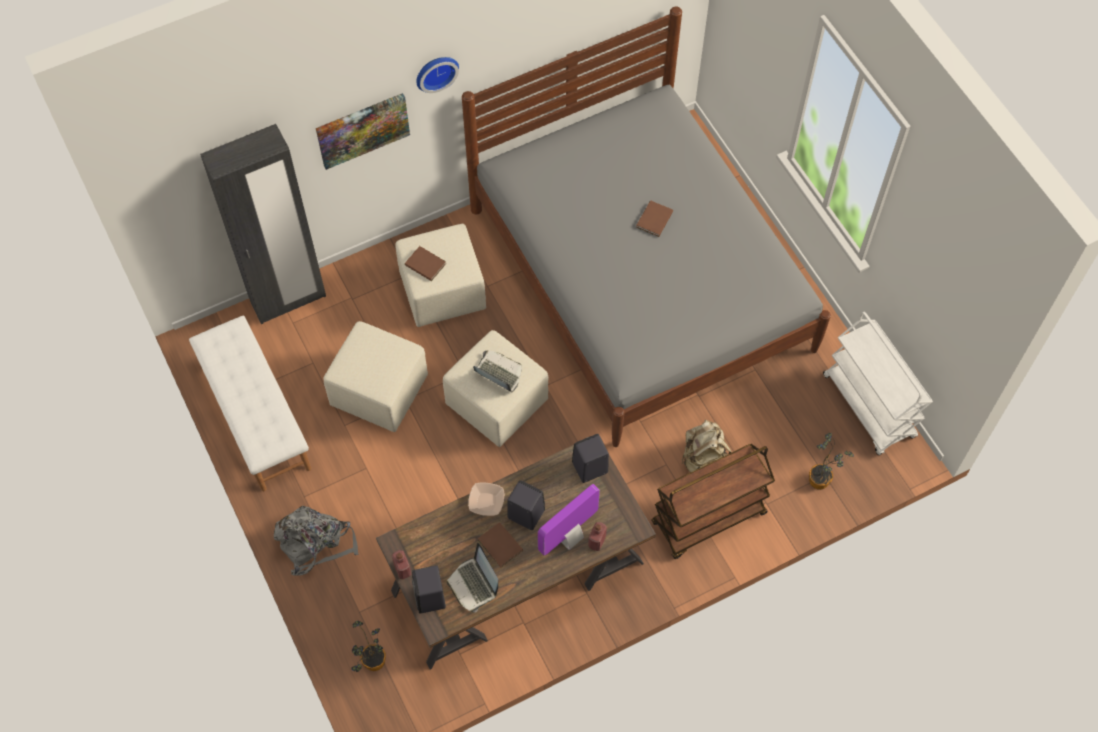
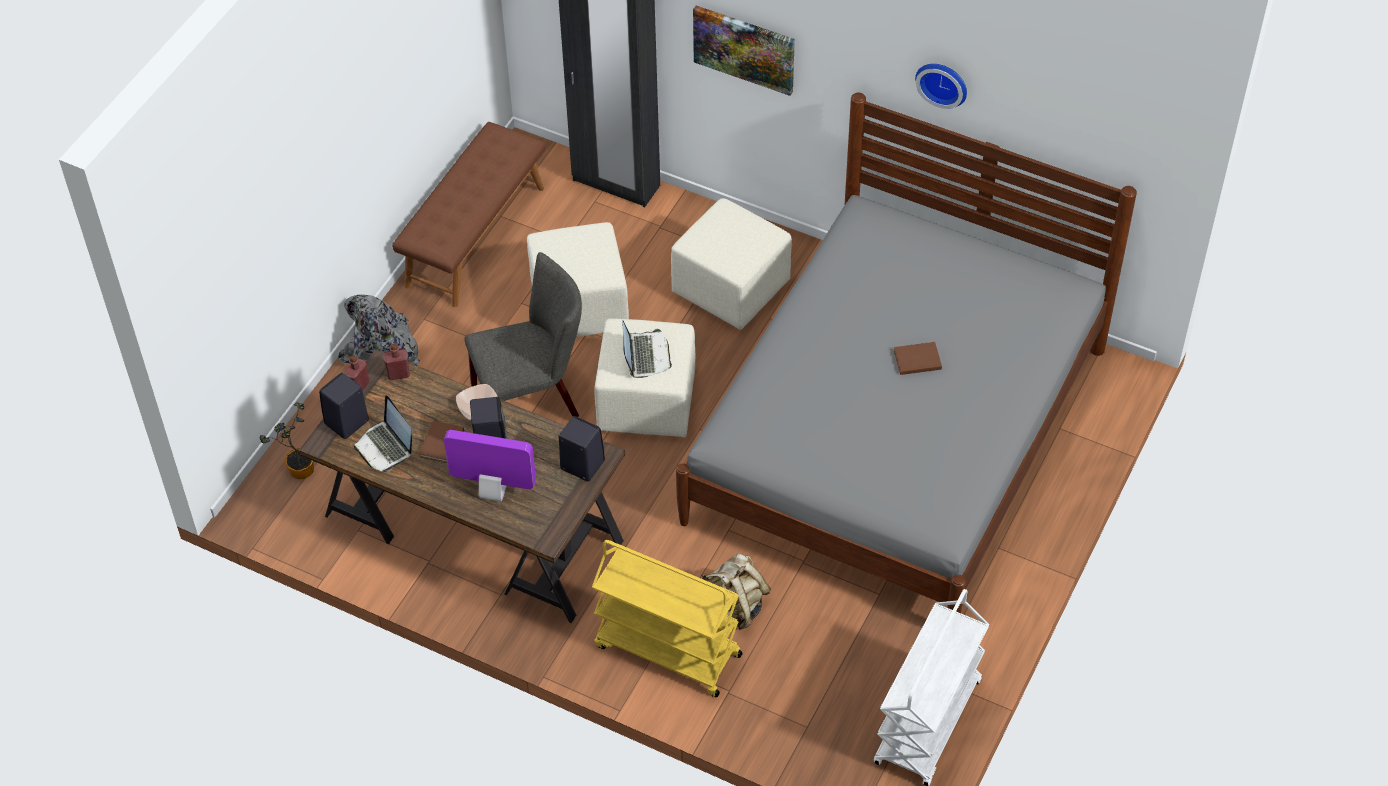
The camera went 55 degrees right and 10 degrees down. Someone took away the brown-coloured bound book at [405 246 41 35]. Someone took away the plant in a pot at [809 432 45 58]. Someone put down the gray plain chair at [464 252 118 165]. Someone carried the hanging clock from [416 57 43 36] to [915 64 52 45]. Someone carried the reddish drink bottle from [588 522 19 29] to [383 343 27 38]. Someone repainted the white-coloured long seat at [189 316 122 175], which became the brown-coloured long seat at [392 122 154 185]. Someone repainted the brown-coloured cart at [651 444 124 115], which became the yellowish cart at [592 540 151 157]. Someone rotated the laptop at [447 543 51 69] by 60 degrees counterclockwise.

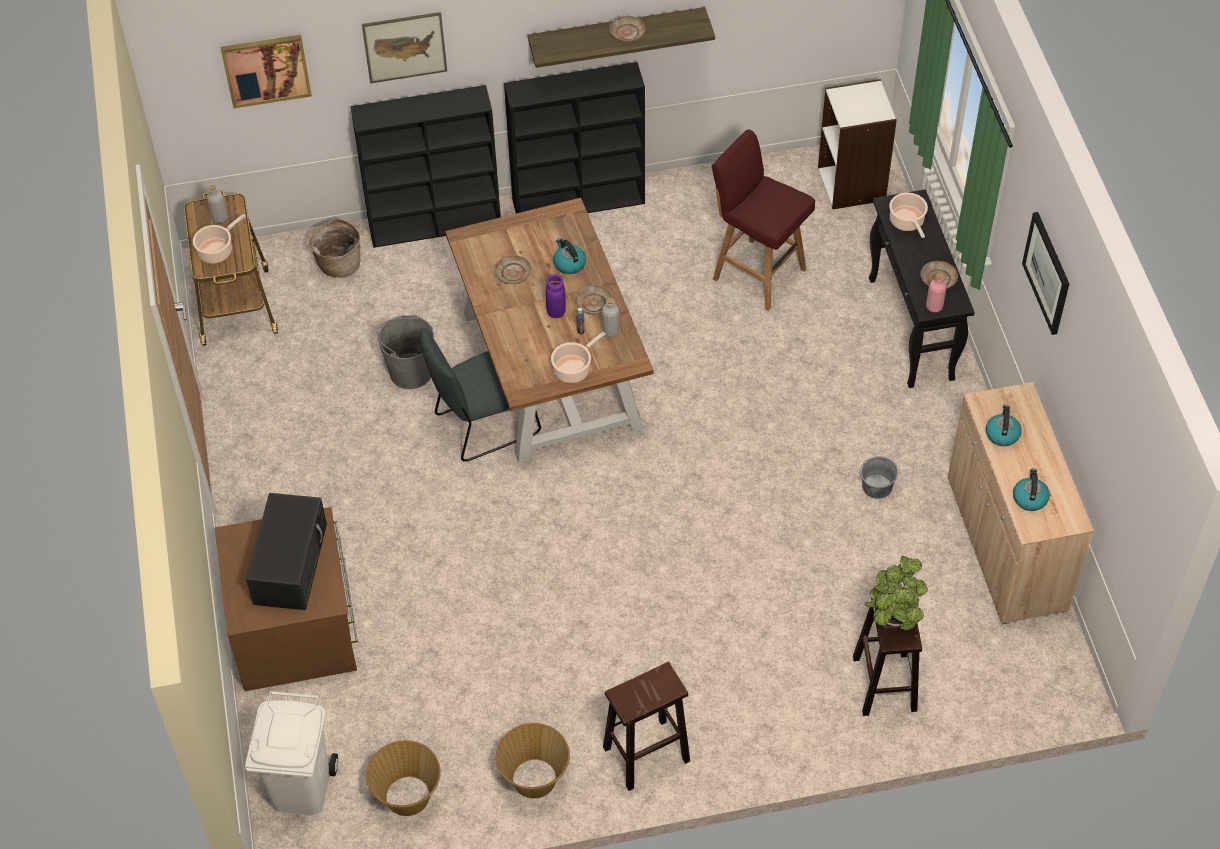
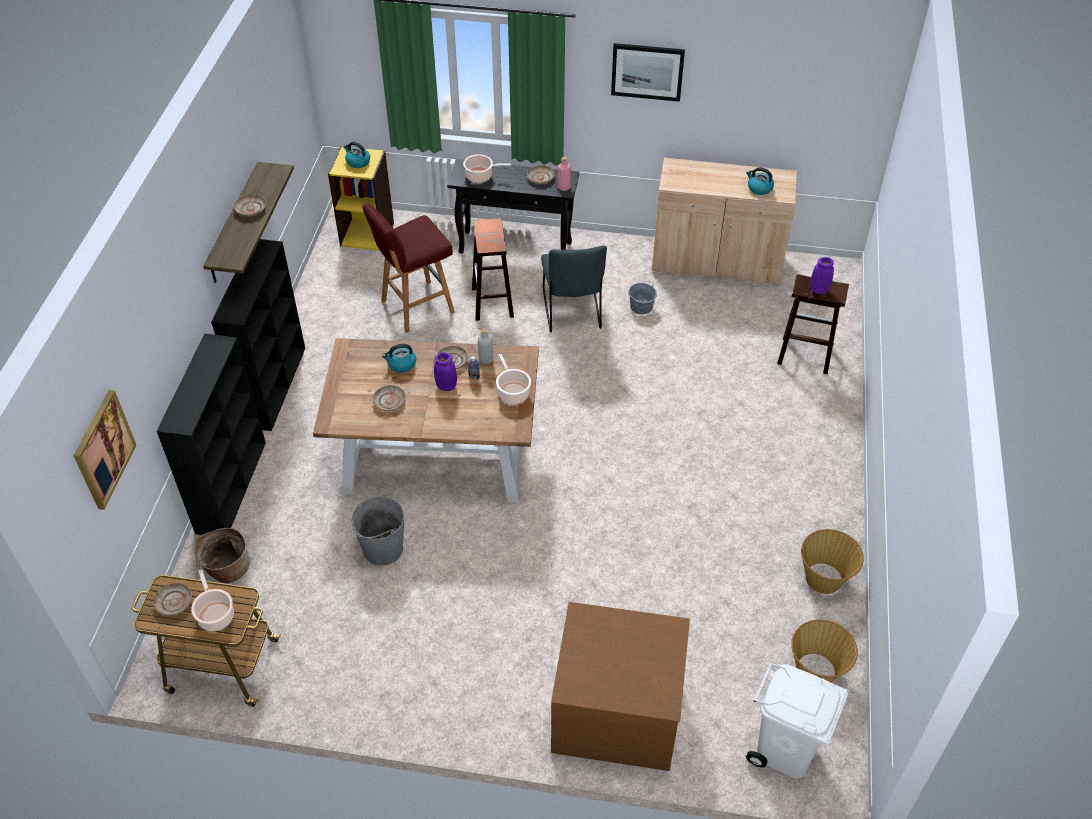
The camera went 70 degrees left and 5 degrees down. Someone took away the blackish kitchen microwave at [246 493 81 117]. Someone took away the wall art at [362 12 85 71]. Someone carried the gray plain chair from [420 328 121 134] to [541 245 66 87]. Someone carried the brown-coloured stool from [603 662 87 129] to [472 218 42 103]. Someone carried the tea kettle from [986 405 36 41] to [343 142 27 26]. Someone swapped the gray drink bottle at [207 185 21 38] for the beige flat dish at [153 583 39 33]. Someone swapped the plant in a pot at [865 556 63 74] for the purplish vase at [810 257 24 37]. Someone repainted the white-coloured bookcase at [818 79 79 130], which became the yellowish bookcase at [328 146 66 105].

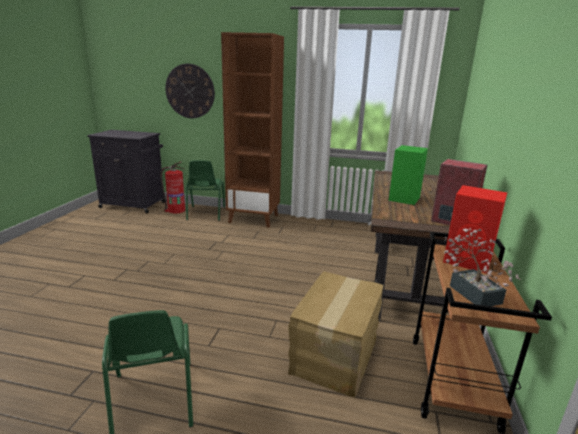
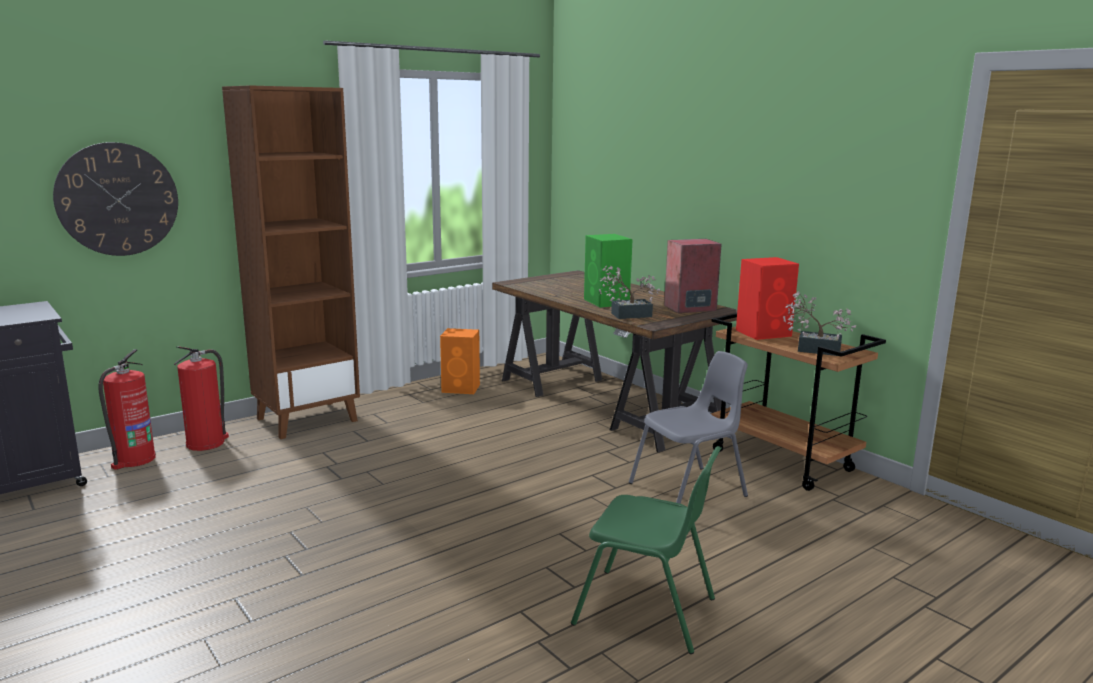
The camera went 50 degrees left and 5 degrees down. Someone put down the orangey audio speaker at [440 328 40 66]. Someone put down the plant in a pot at [599 265 61 54]. Someone swapped the green-coloured plain chair at [186 160 39 61] for the fire-fighting cylinder at [174 346 55 105]. Someone swapped the carton at [288 271 95 126] for the gray plain chair at [629 351 119 153].

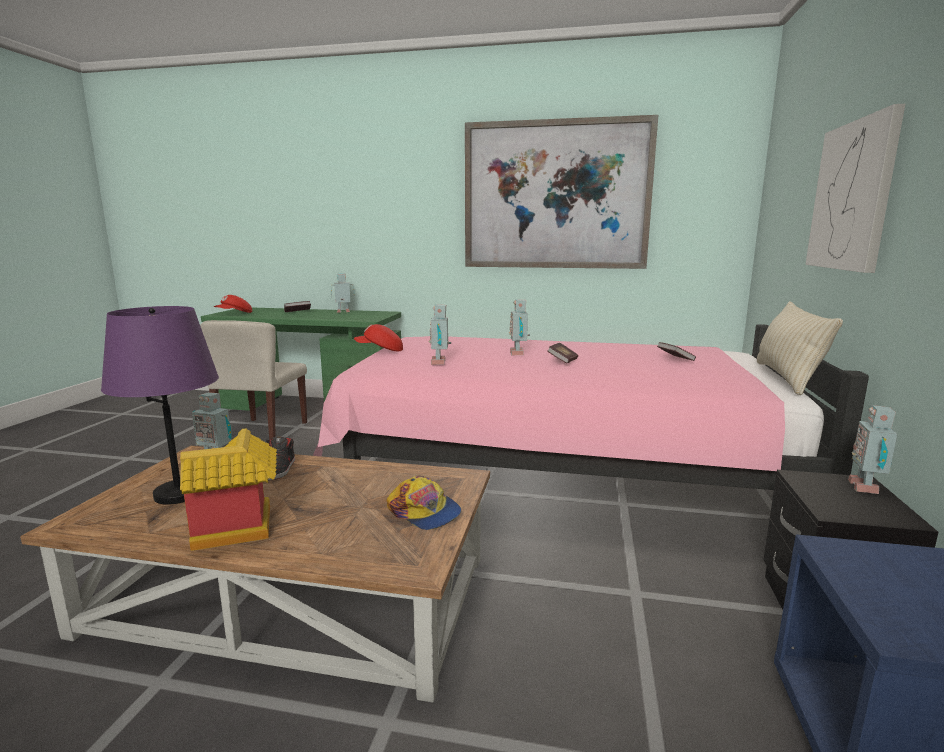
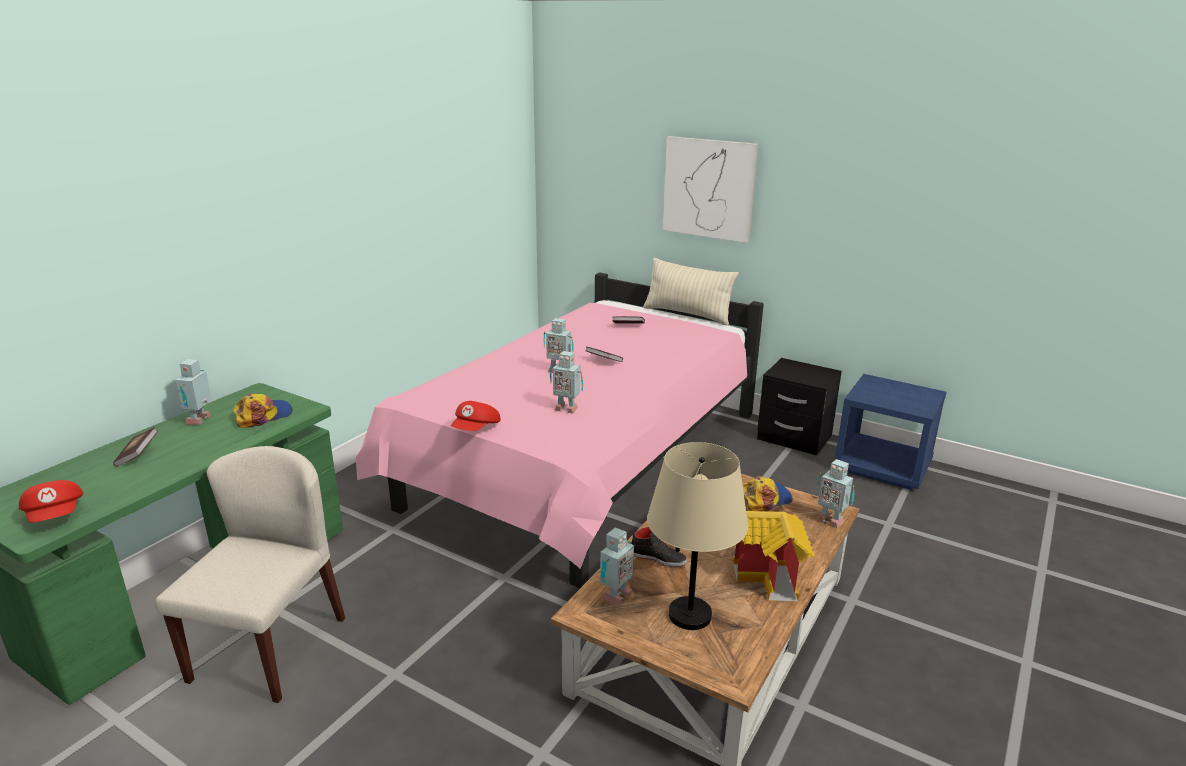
The camera went 70 degrees left and 10 degrees up. Someone took away the wall art at [465 115 193 154]. Someone put down the peaked cap at [233 393 60 35]. Someone carried the model robot from [848 405 49 89] to [816 459 39 69]. Someone repainted the purplish table lamp at [101 306 118 199], which became the beige table lamp at [647 442 101 188]. Someone rotated the beige plain chair at [200 320 107 120] by 105 degrees counterclockwise.

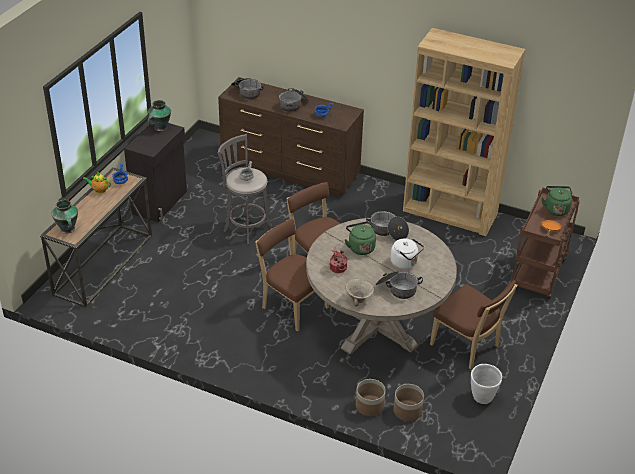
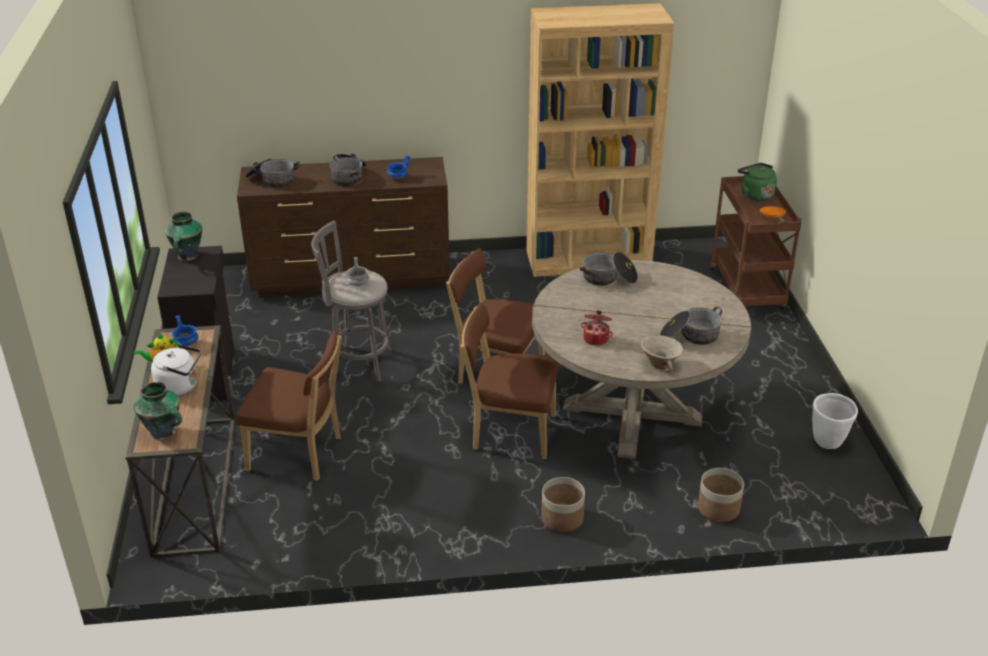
The camera went 30 degrees left and 5 degrees down. Someone took away the green-coloured tea kettle at [345 221 31 34]. Someone carried the white-coloured tea kettle from [390 238 34 31] to [151 344 50 51]. Someone carried the planter from [393 384 31 37] to [541 477 44 55]. Someone carried the brown-coloured plain chair from [430 280 87 90] to [236 331 106 150].

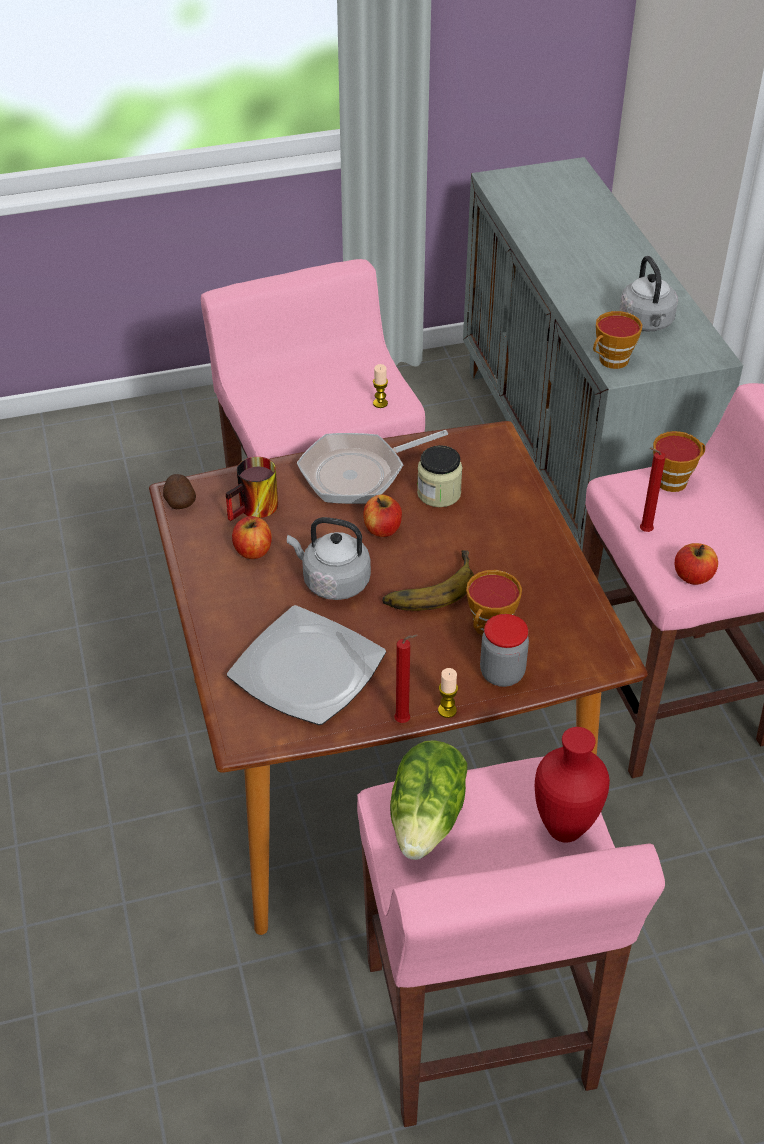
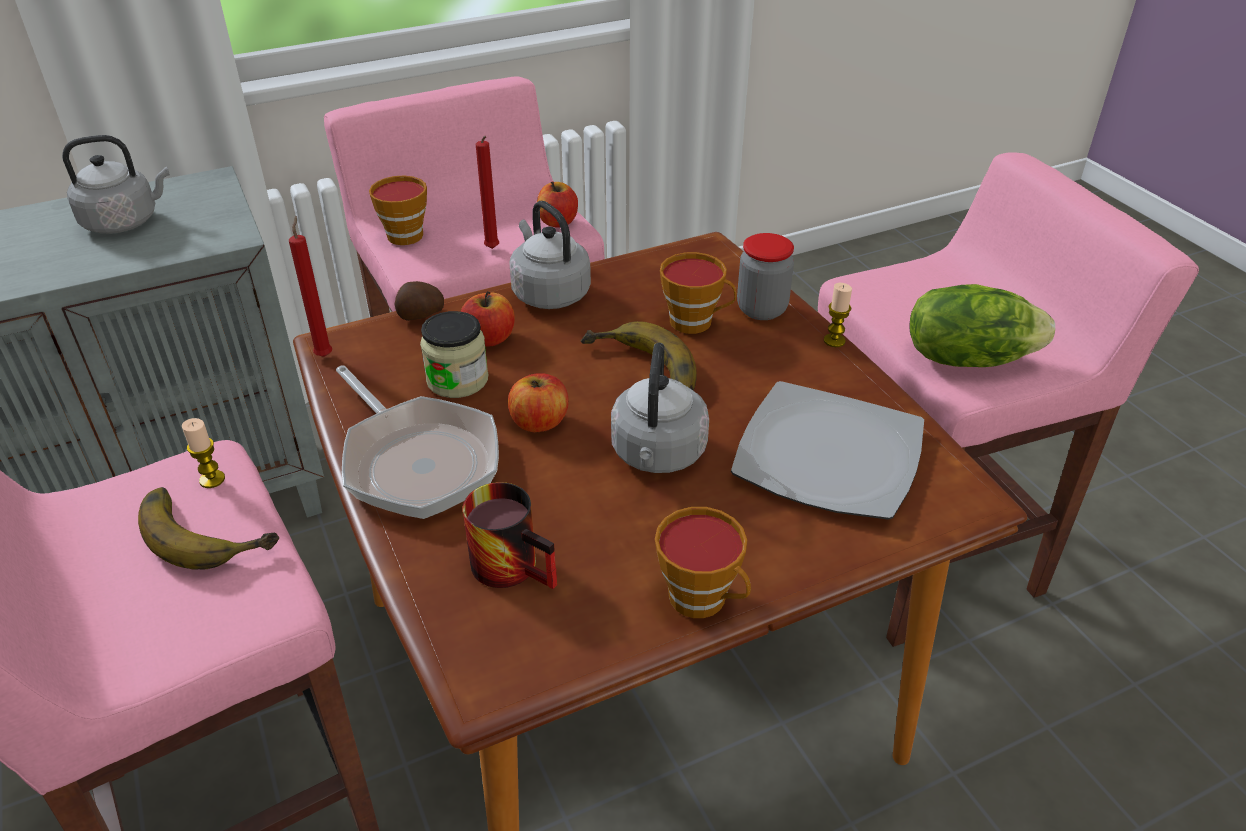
The camera went 100 degrees left and 5 degrees down. Someone took away the reddish vase at [535 727 75 116]. Someone put down the banana fruit at [138 487 141 83]. Someone put down the gray tea kettle at [509 201 82 108]. Someone carried the spud from [163 474 33 35] to [394 281 50 40]. Someone carried the apple from [232 516 40 43] to [461 291 54 56]. Someone carried the reddish wax candle from [394 635 24 88] to [289 216 43 141]. Someone carried the drinking cup from [593 311 49 58] to [655 507 96 111].

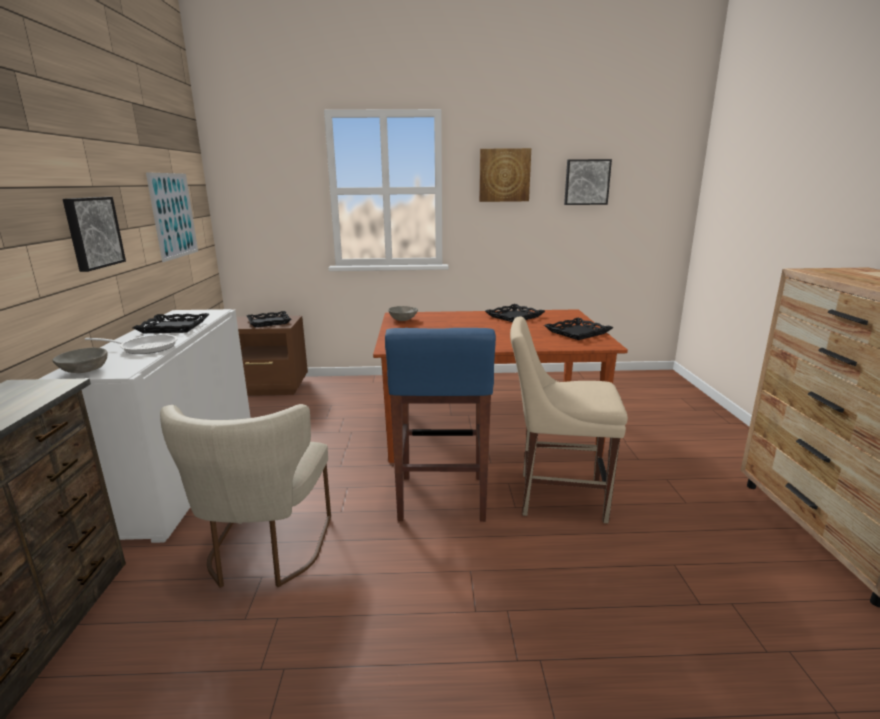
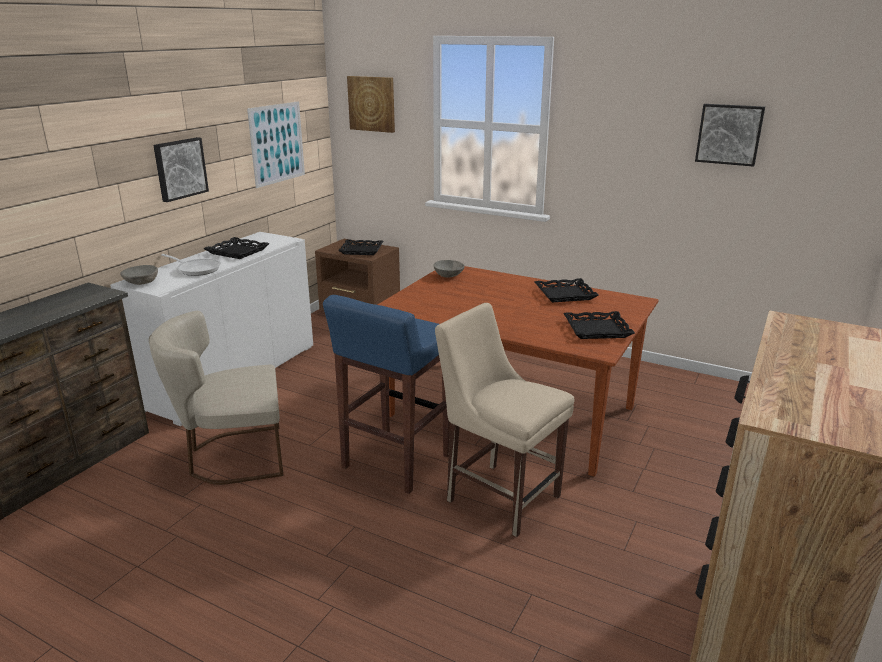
The camera went 30 degrees right and 5 degrees up. Someone carried the wall art from [479 148 52 54] to [347 76 48 57]. Someone rotated the beige plain chair at [160 404 171 184] by 45 degrees clockwise.

